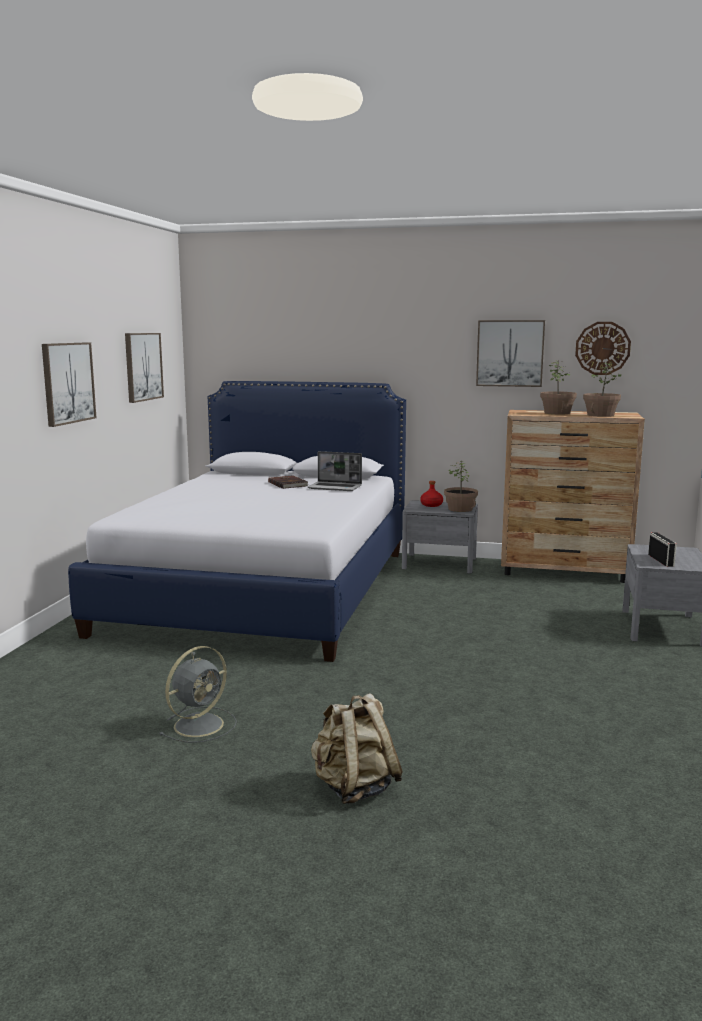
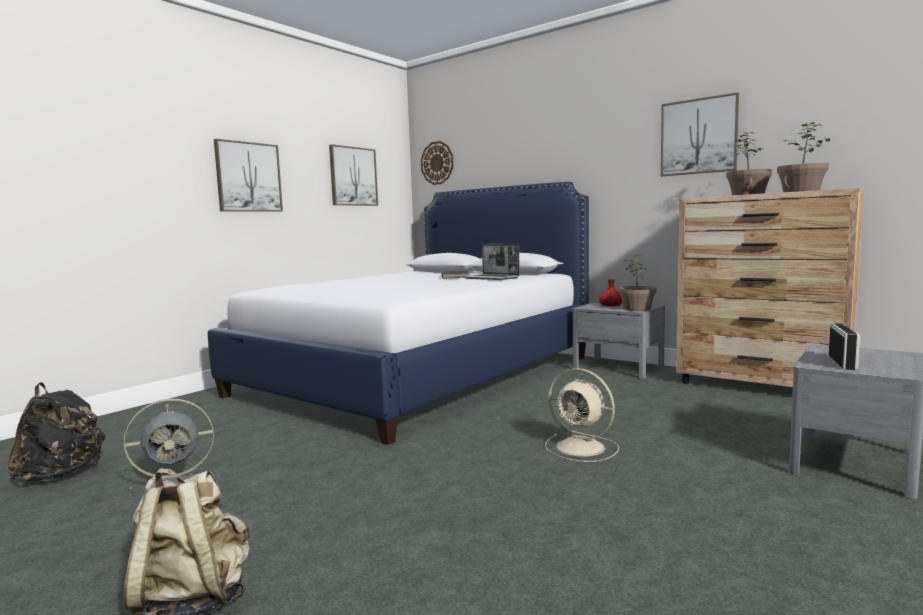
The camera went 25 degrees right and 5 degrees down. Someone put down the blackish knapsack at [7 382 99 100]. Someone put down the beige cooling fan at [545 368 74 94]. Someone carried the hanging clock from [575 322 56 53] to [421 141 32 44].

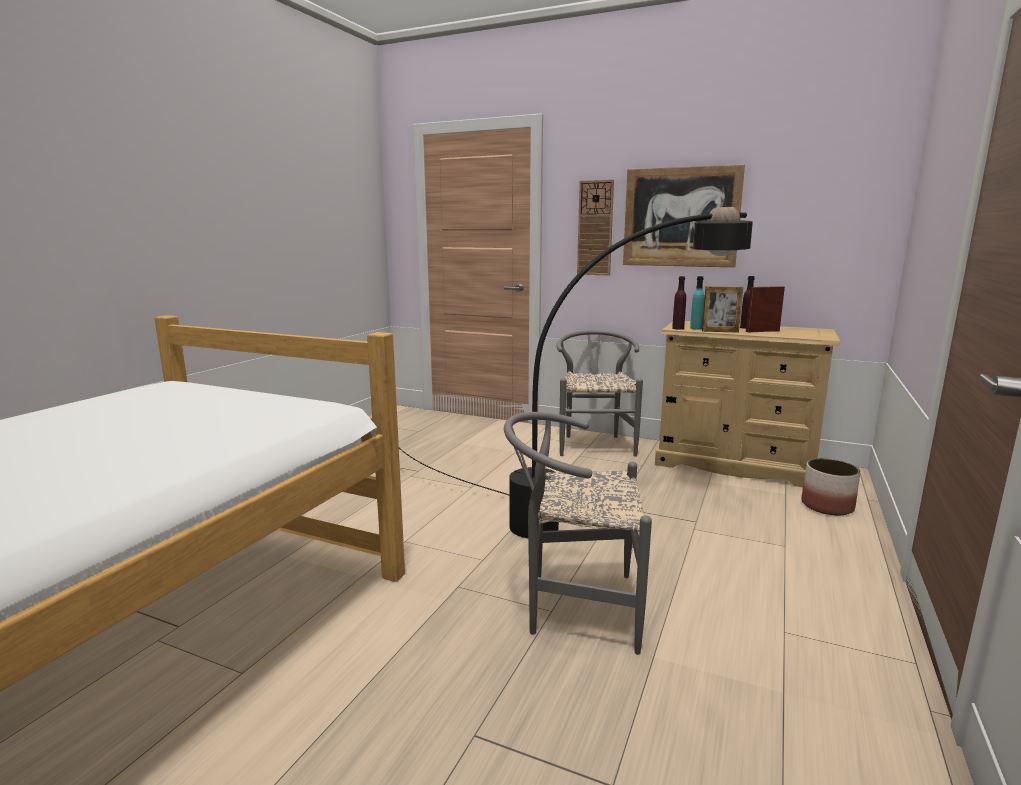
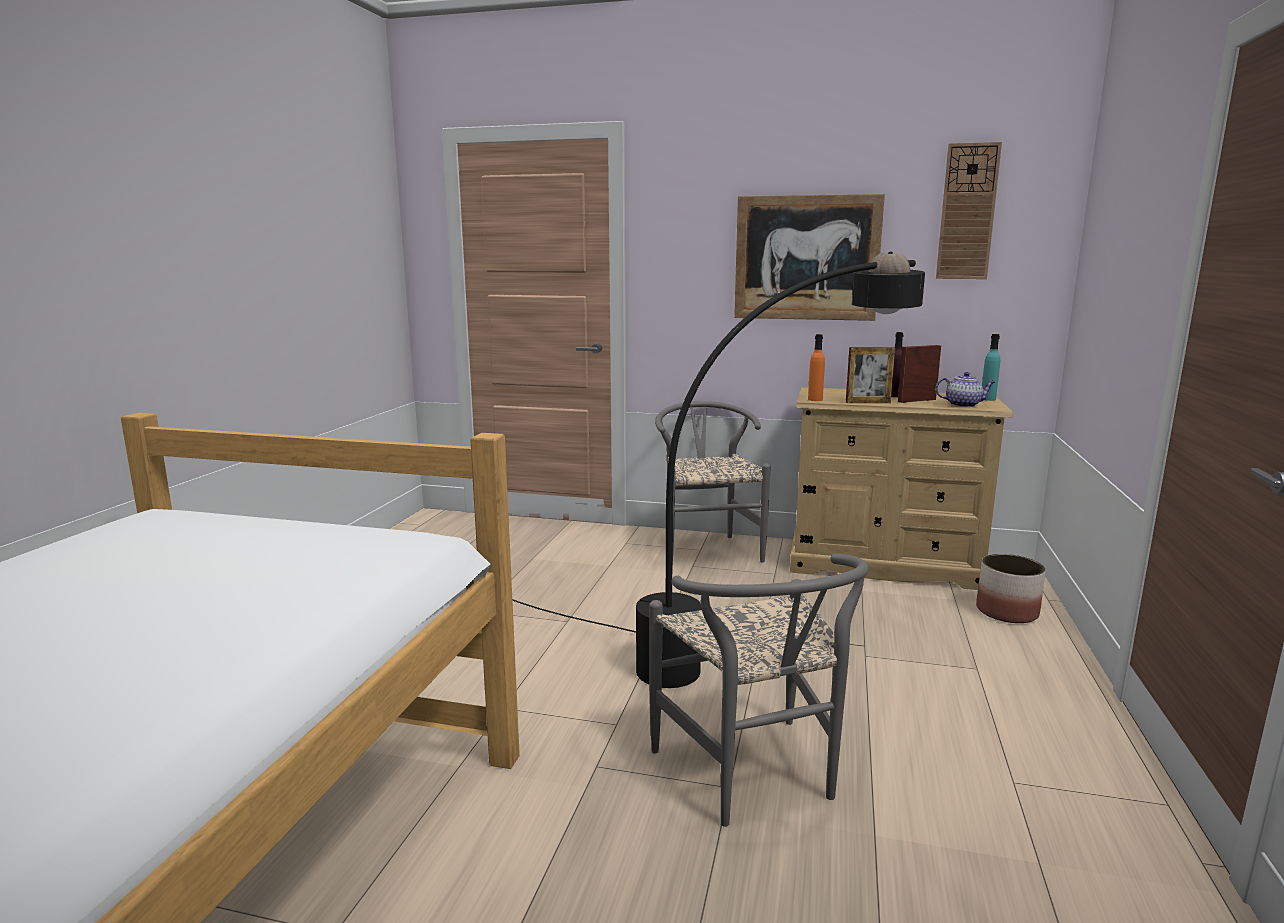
The camera went 10 degrees left and 0 degrees up. Someone put down the tea pot at [935 372 60 35]. Someone carried the hanging clock from [577 180 37 96] to [936 142 66 137]. Someone carried the turquoise-coloured drink bottle from [690 276 15 54] to [982 334 18 67]. Someone repainted the purplish drink bottle at [672 276 14 54], which became the orangey drink bottle at [808 334 17 67]. Someone rotated the gray plain chair at [504 412 148 243] by 105 degrees counterclockwise.

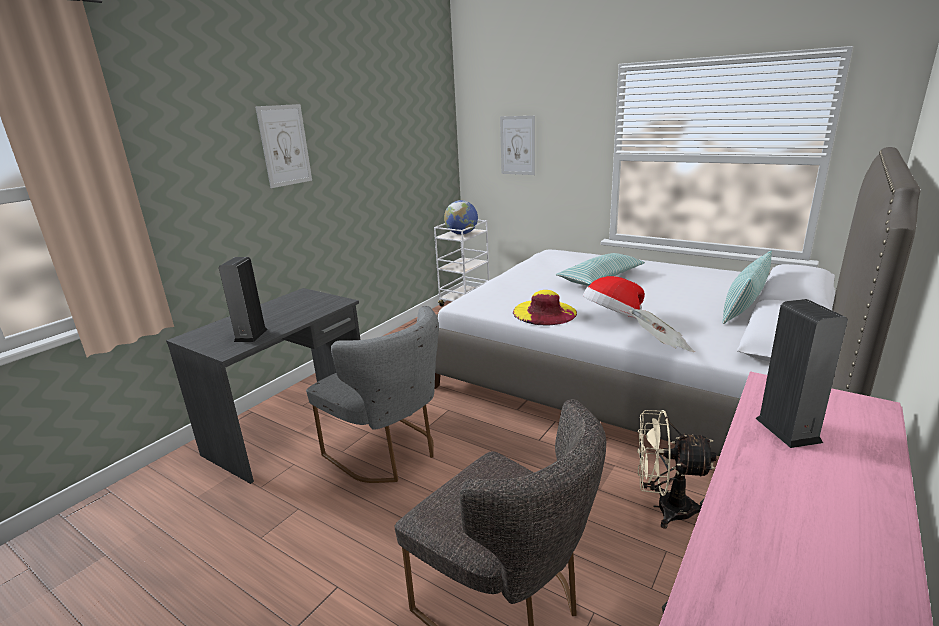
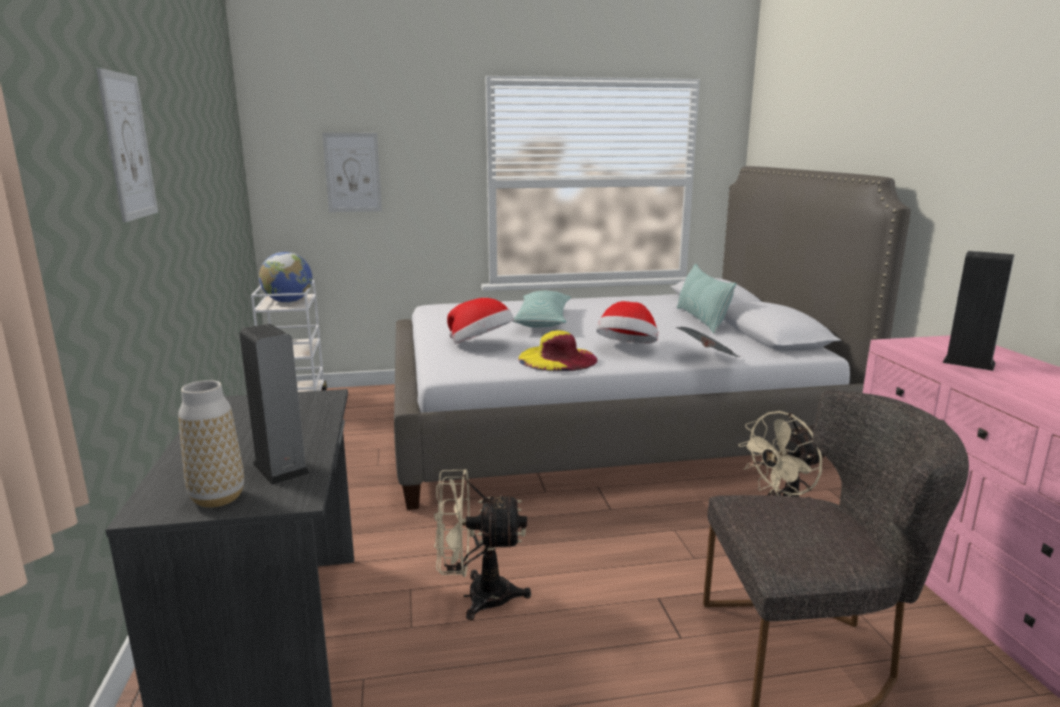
The camera went 45 degrees left and 5 degrees down. Someone put down the vase at [178 380 66 128]. Someone put down the wearable hat at [447 298 67 46]. Someone swapped the gray plain chair at [306 306 133 177] for the beige cooling fan at [434 469 97 151].

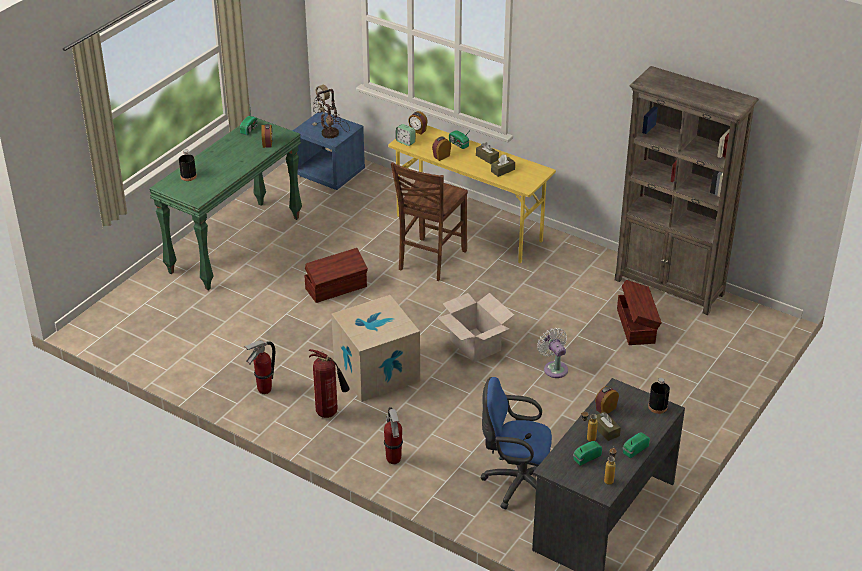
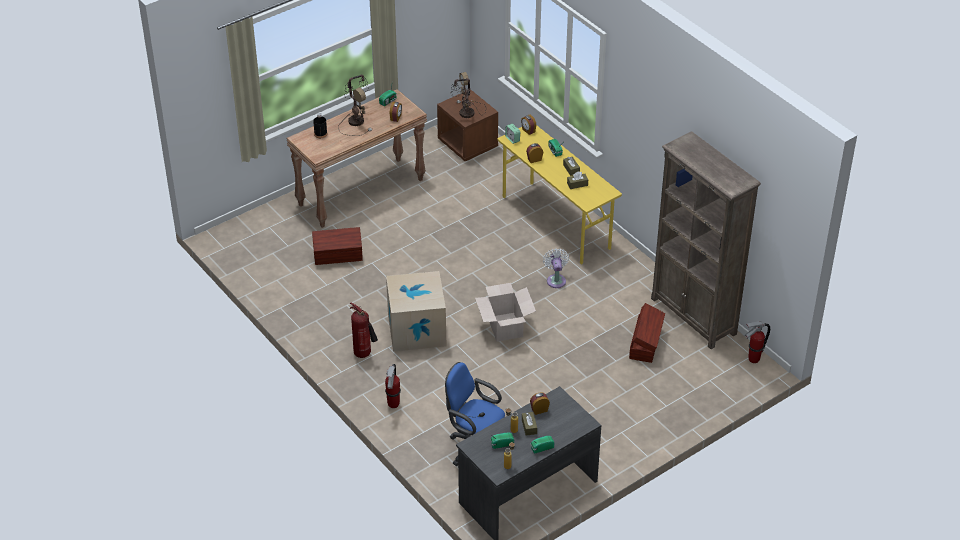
The camera went 20 degrees right and 5 degrees up. Someone took away the brown-coloured plain chair at [391 162 77 119]. Someone took away the blackish drink bottle at [648 378 22 36]. Someone put down the table lamp at [338 75 34 61]. Someone carried the fire-fighting cylinder from [244 340 31 54] to [745 321 25 42]. Someone carried the brown-coloured storage box from [304 248 64 55] to [312 227 51 38]. Someone carried the white-coloured cooling fan from [537 328 31 50] to [543 248 26 40]. Someone repainted the green-coloured hall table at [149 118 153 172], which became the brown-coloured hall table at [286 89 141 139]. Someone repainted the blue night table at [293 111 72 79], which became the brown-coloured night table at [437 89 61 72].

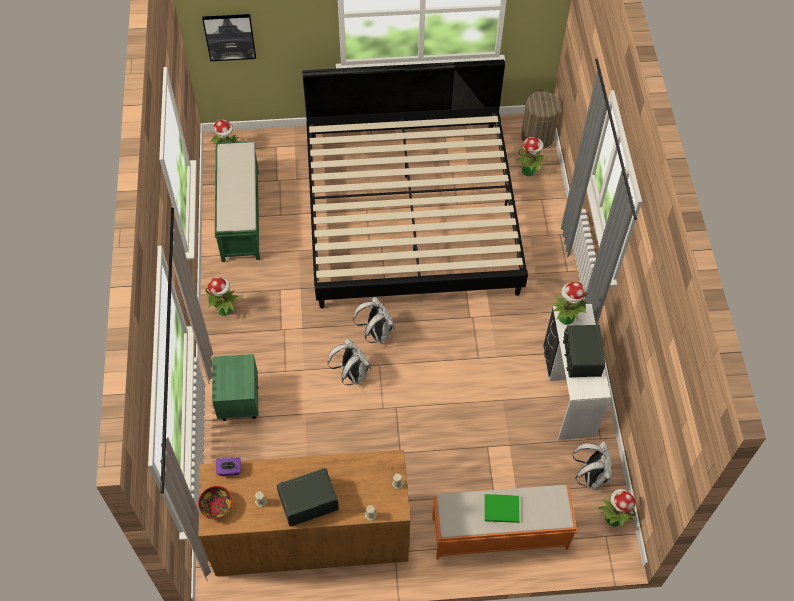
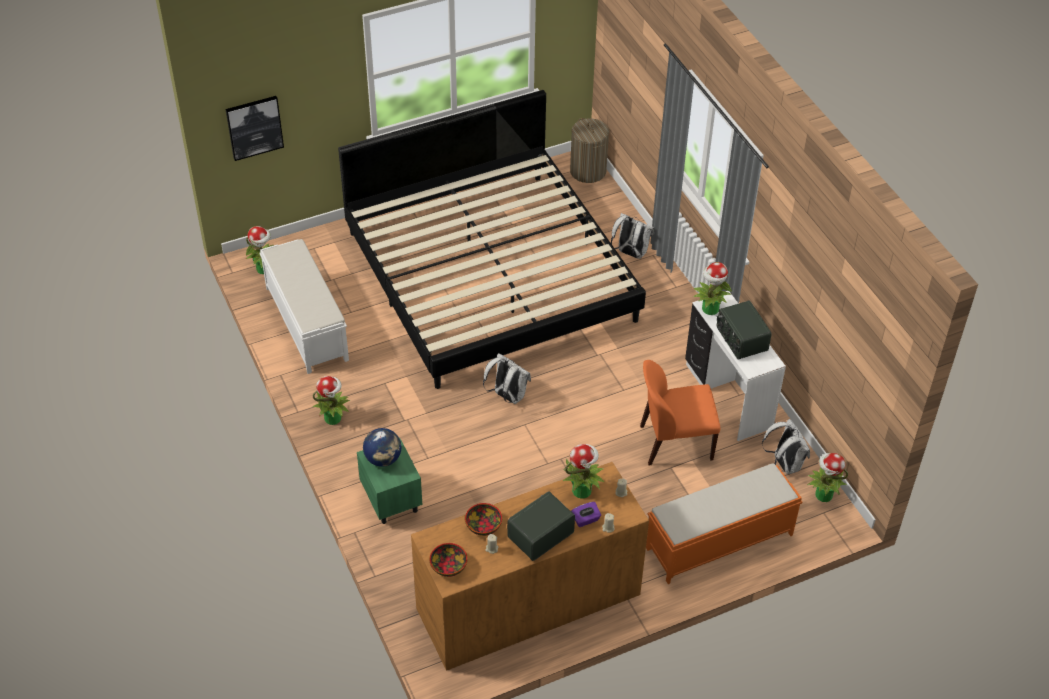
The camera went 20 degrees left and 10 degrees down. Someone took away the green-coloured bound book at [485 494 35 29]. Someone put down the globe at [363 428 38 39]. Someone put down the bowl at [465 503 37 33]. Someone put down the orangey plain chair at [640 360 80 105]. Someone carried the purplish tissue box from [216 457 25 19] to [571 502 30 25]. Someone carried the white-coloured knapsack from [328 338 43 47] to [611 213 43 46]. Someone carried the plant in a pot from [516 137 30 39] to [563 444 41 54]. Someone repainted the green-coloured long seat at [215 142 45 120], which became the white-coloured long seat at [259 239 90 135].

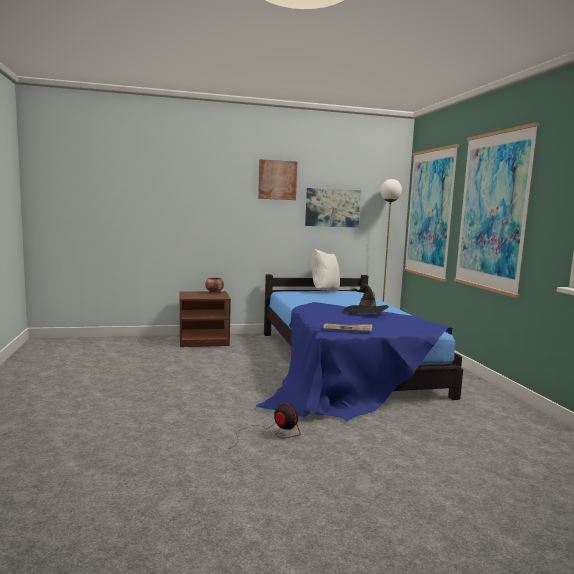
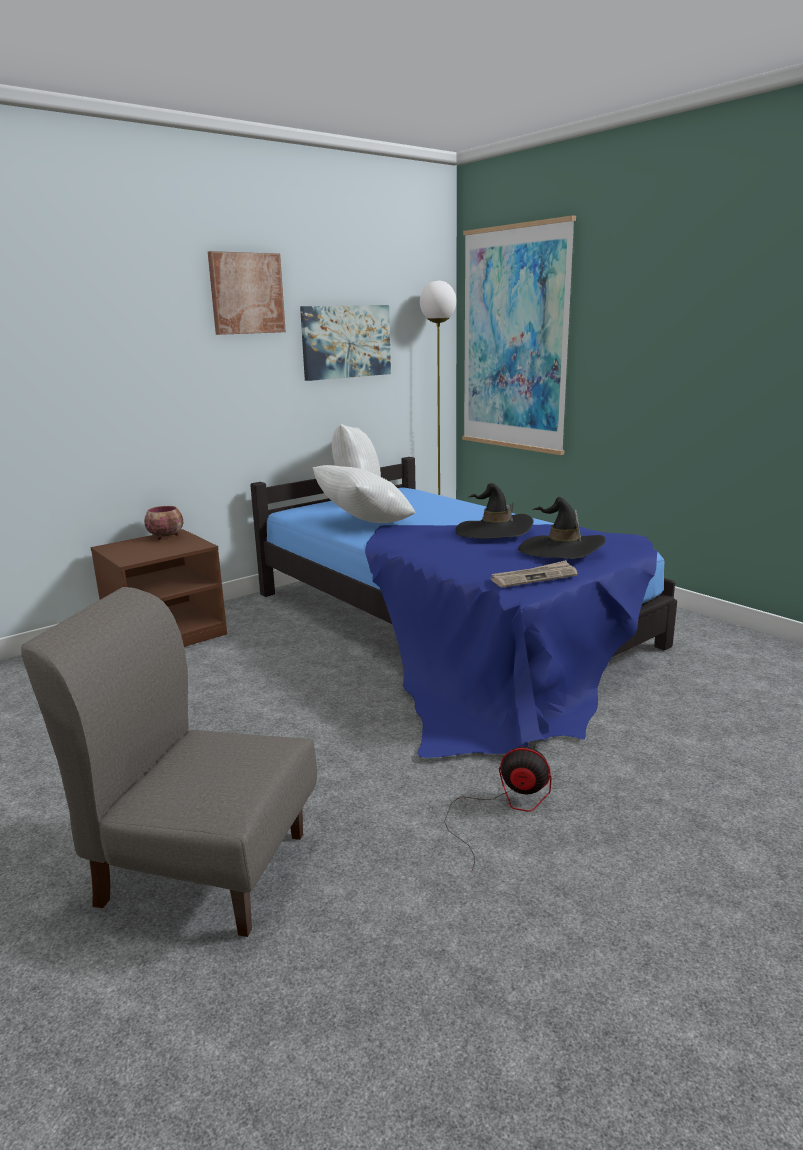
The camera went 25 degrees left and 10 degrees up. Someone took away the wall art at [454 122 86 176]. Someone put down the gray plain chair at [21 587 296 350]. Someone put down the white-coloured throw pillow at [313 465 102 58]. Someone put down the blackish wearable hat at [518 497 88 62].

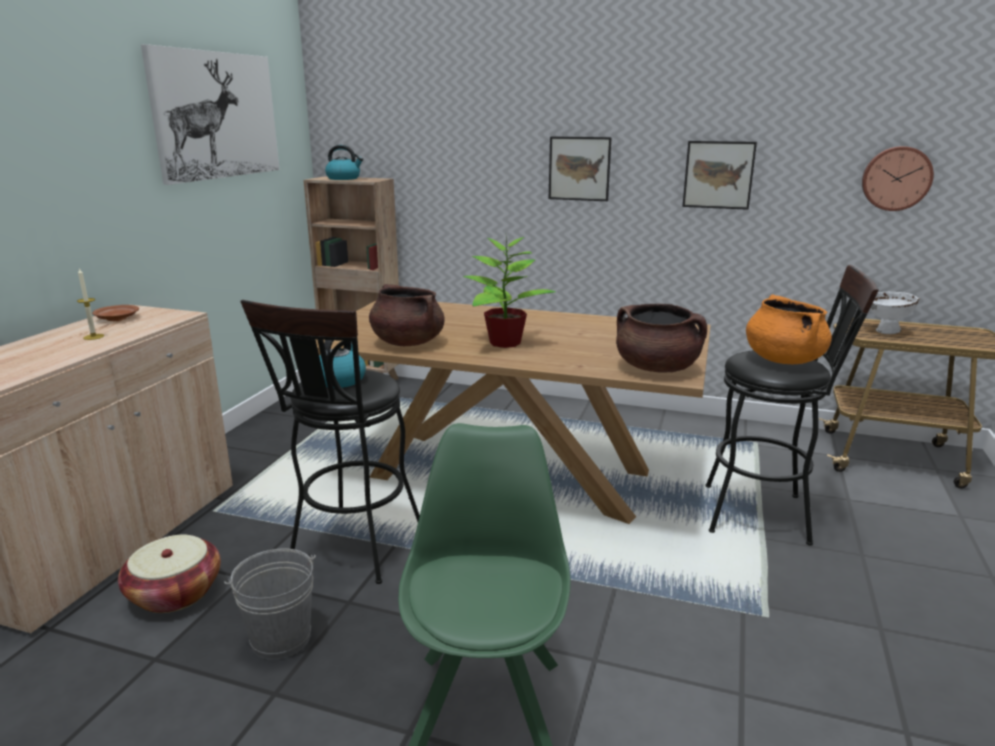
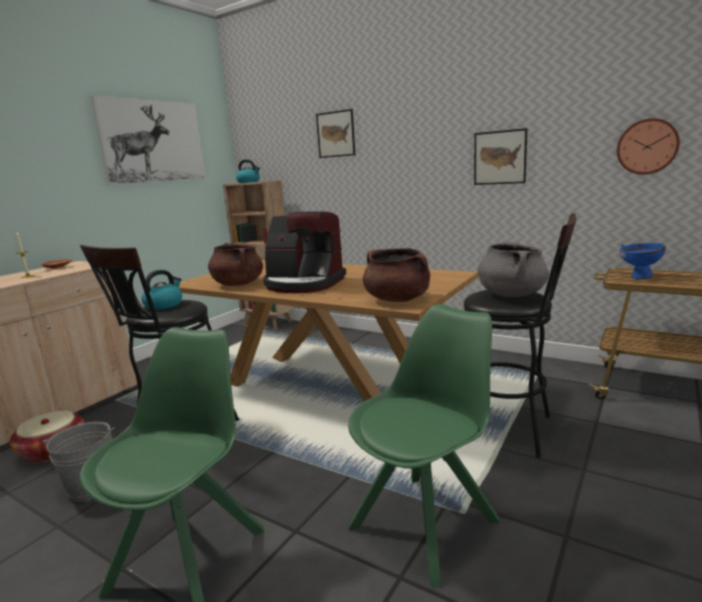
The camera went 15 degrees right and 5 degrees down. Someone put down the green-coloured plain chair at [348 304 152 284]. Someone carried the wall art from [549 136 63 65] to [316 109 39 49]. Someone swapped the plant in a pot at [463 233 93 115] for the coffee maker at [263 211 83 82]. Someone repainted the orangey saucepot at [746 294 86 70], which became the gray saucepot at [478 241 71 56]. Someone repainted the white-coloured bowl at [870 292 50 42], which became the blue bowl at [620 243 46 36].

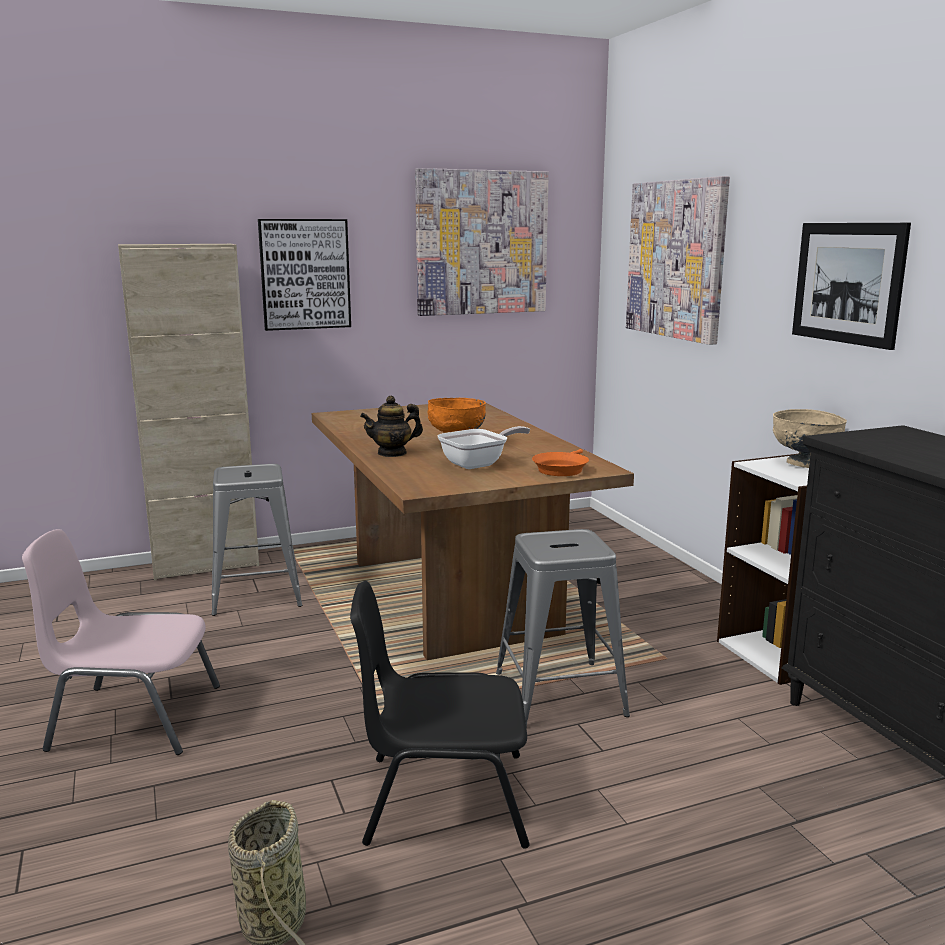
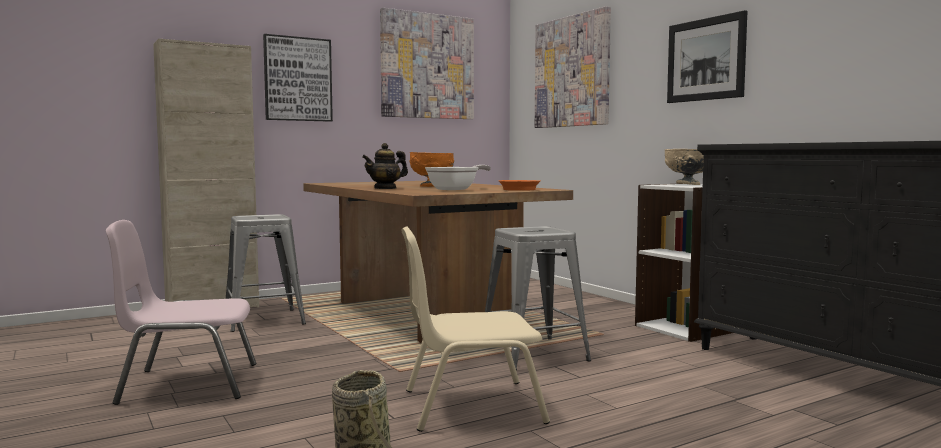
The camera went 10 degrees left and 10 degrees down. Someone repainted the blackish plain chair at [350 581 180 268], which became the beige plain chair at [401 226 149 206].

